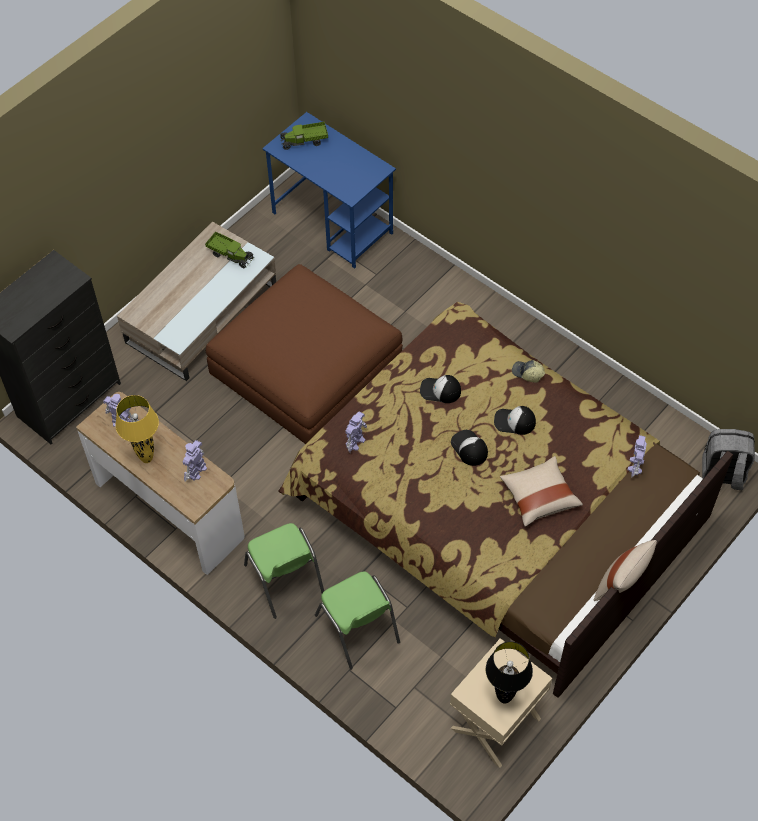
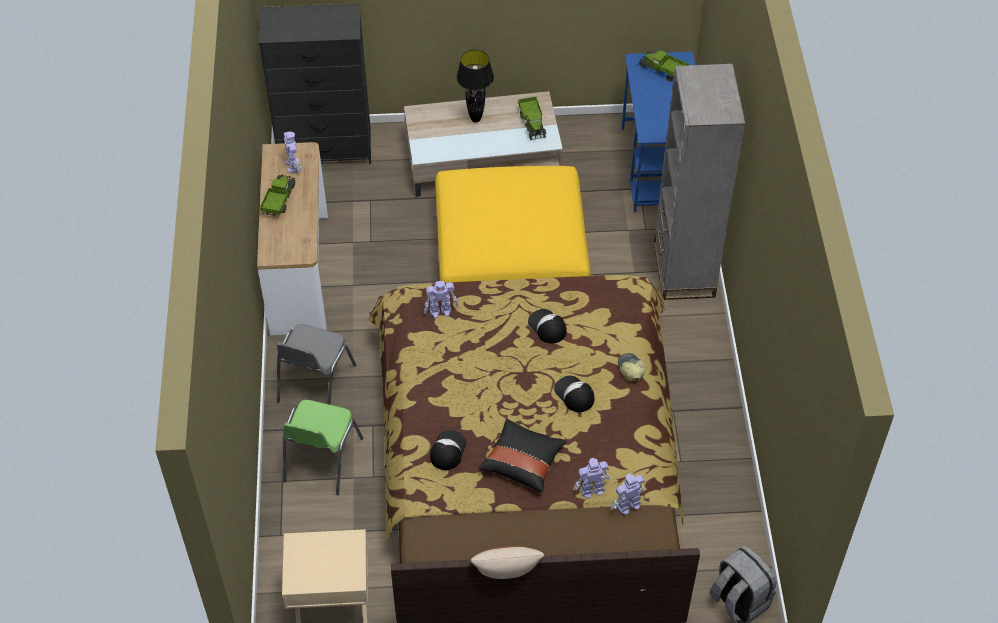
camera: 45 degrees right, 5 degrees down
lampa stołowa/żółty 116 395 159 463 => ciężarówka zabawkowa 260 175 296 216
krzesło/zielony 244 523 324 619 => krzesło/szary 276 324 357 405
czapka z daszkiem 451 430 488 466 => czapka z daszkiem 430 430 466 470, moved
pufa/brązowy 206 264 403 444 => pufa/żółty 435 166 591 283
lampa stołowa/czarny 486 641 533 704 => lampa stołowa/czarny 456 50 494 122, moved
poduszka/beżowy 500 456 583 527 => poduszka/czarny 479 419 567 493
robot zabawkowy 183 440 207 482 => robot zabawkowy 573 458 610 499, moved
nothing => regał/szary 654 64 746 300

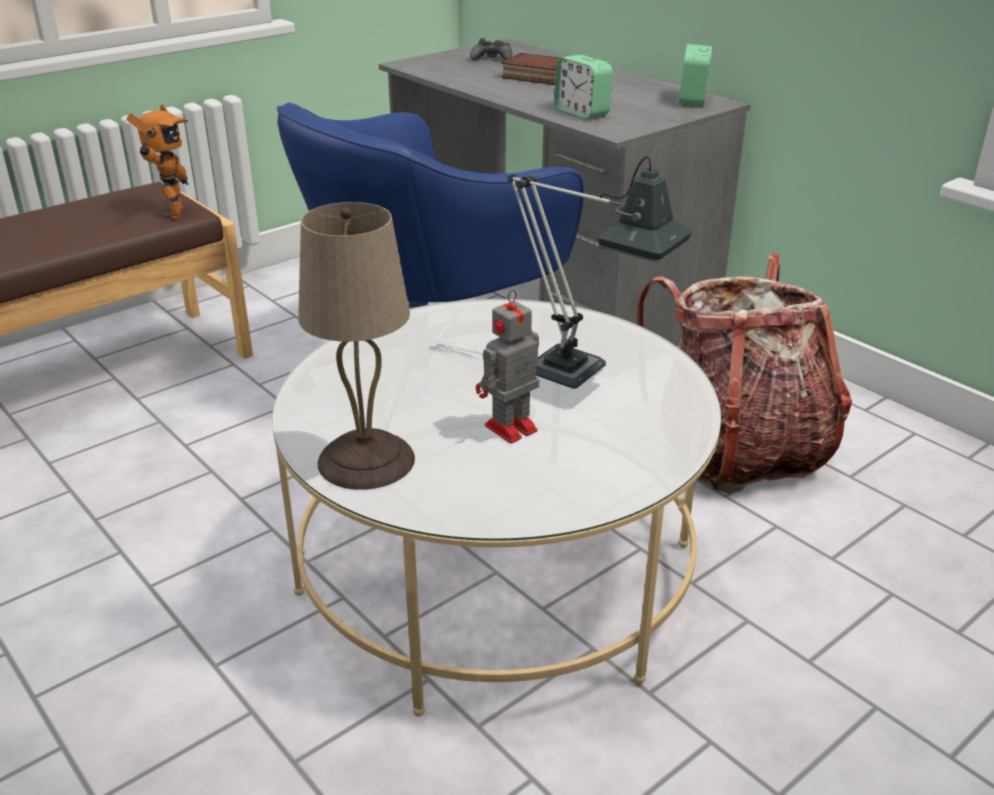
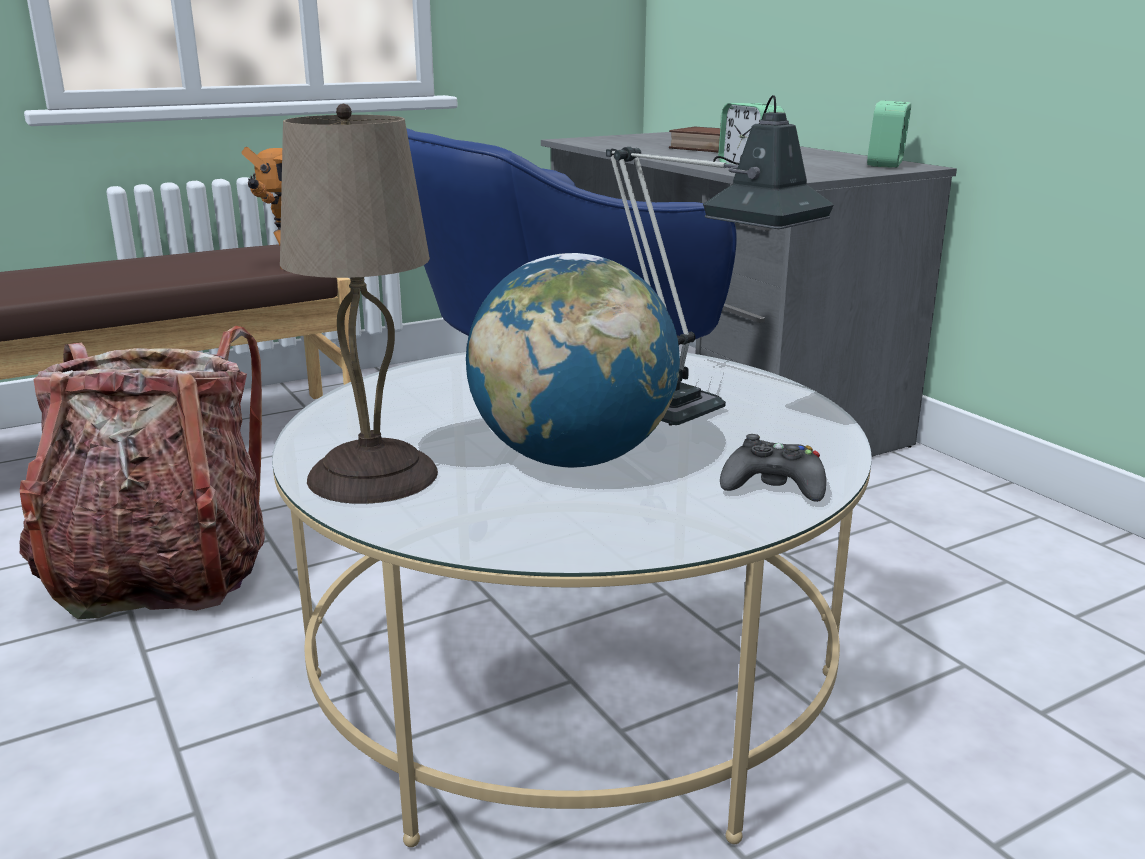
camera: 10 degrees right, 10 degrees down
plecak 637 253 852 494 => plecak 20 326 265 619, moved
robot zabawkowy 476 290 539 443 => globus 466 253 680 468
pad do gier/czarny 470 38 512 60 => pad do gier/czarny 720 434 826 502, moved

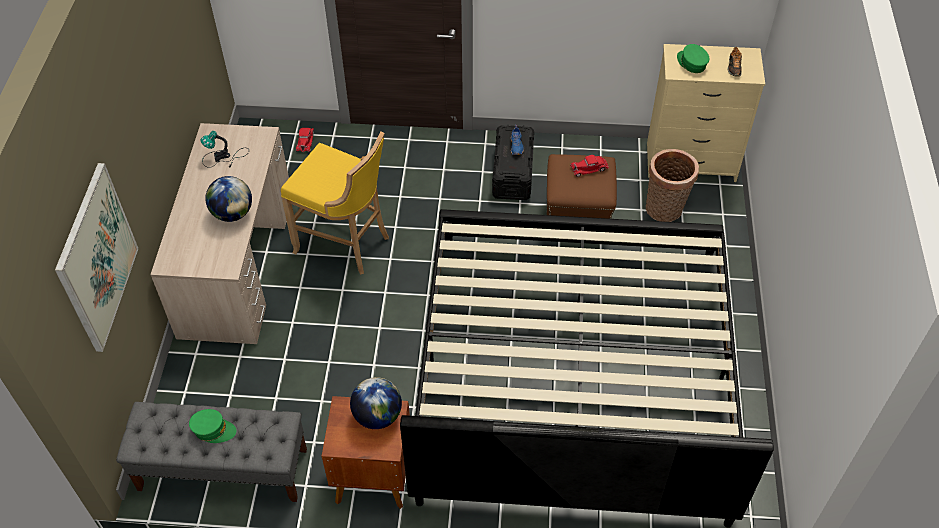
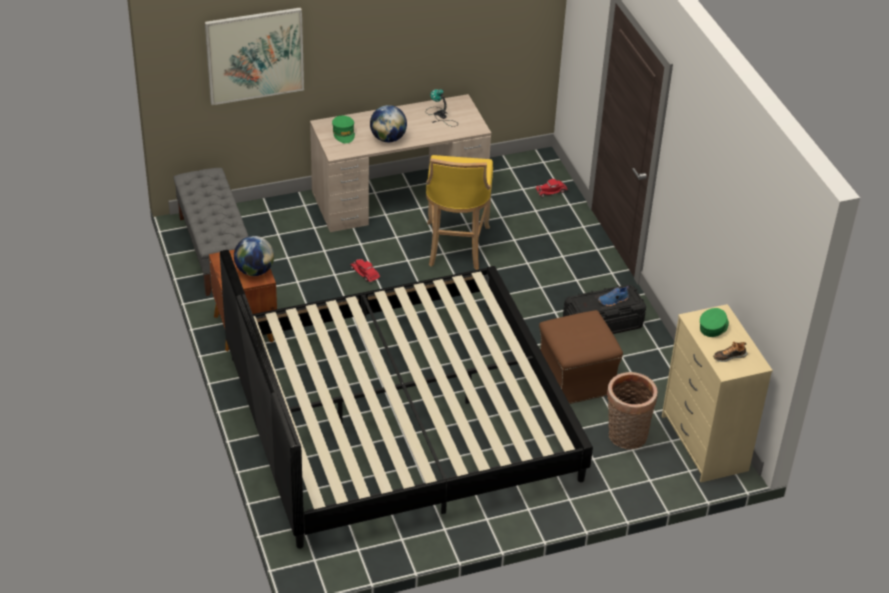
camera: 65 degrees right, 10 degrees down
czapka z daszkiem/zielony 189 409 236 443 => czapka z daszkiem/zielony 332 115 355 143, moved
samochodzik/czerwony 570 155 609 177 => samochodzik/czerwony 350 259 380 282, moved

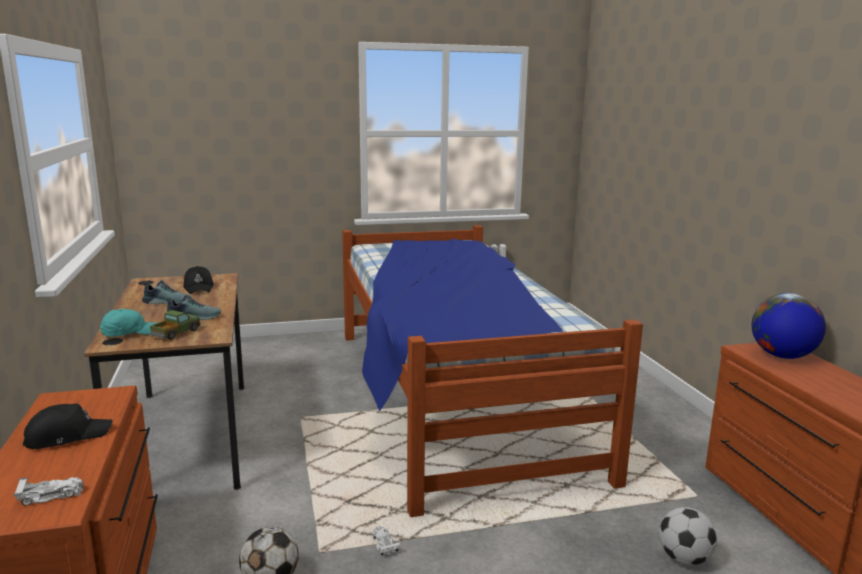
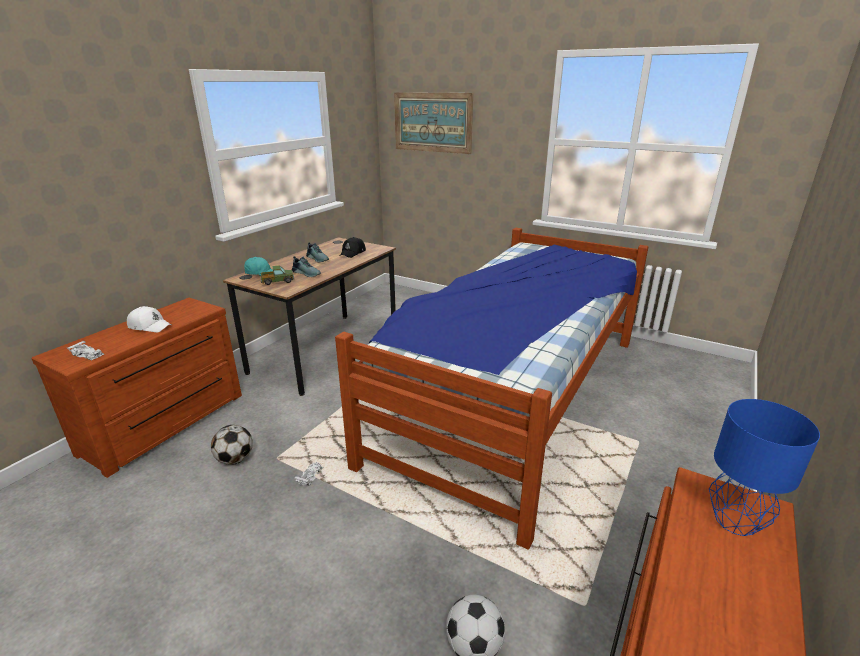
camera: 45 degrees right, 10 degrees up
czapka z daszkiem/czarny 23 404 113 449 => czapka z daszkiem/biały 127 306 171 332
nothing => obraz 394 92 473 154
globus 751 293 826 359 => lampa stołowa/niebieski 709 399 820 536

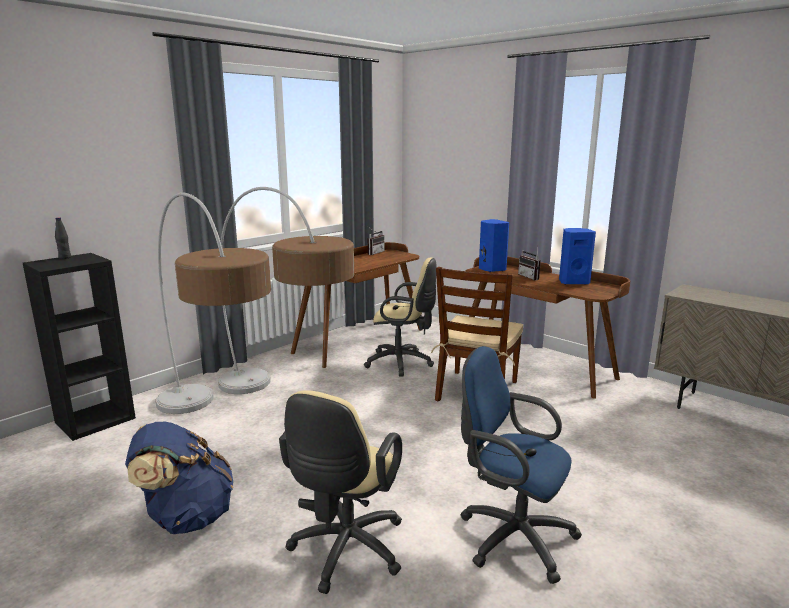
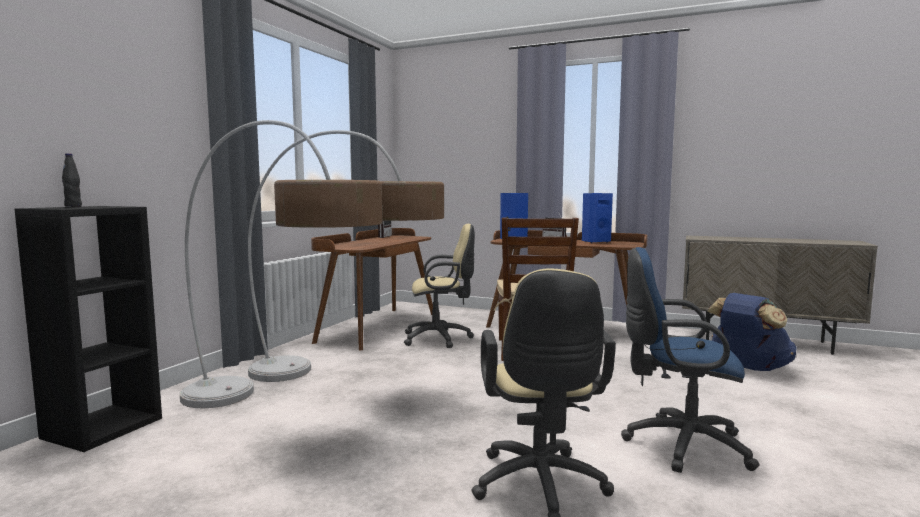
camera: 20 degrees left, 10 degrees down
plecak/niebieski 125 422 233 534 => plecak/niebieski 707 293 797 371, moved

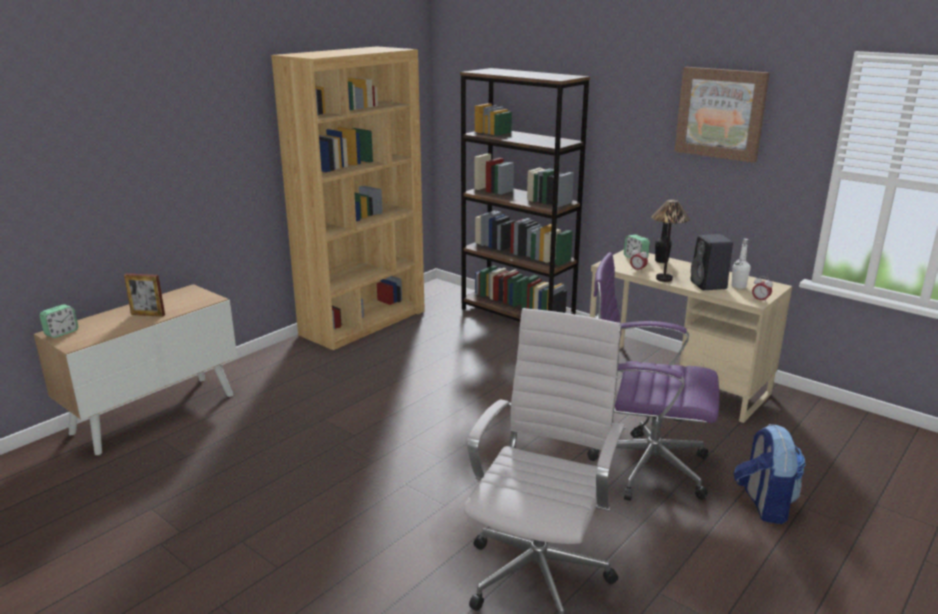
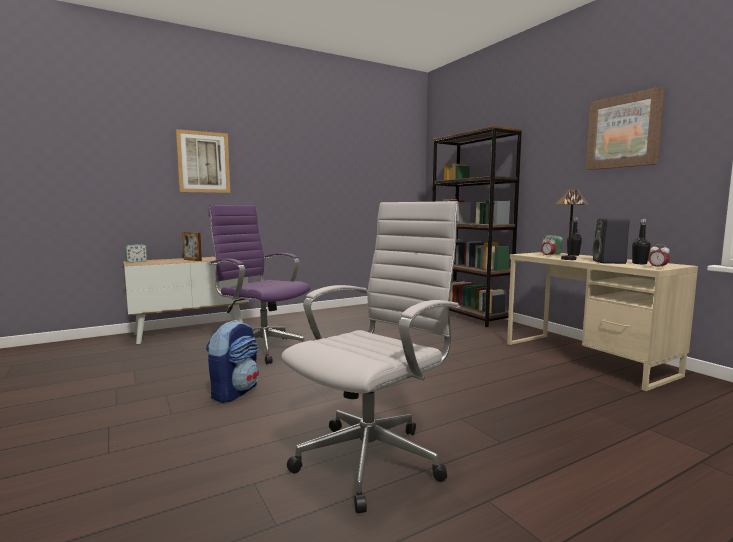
camera: 20 degrees right, 15 degrees down
nothing => obraz 176 129 230 193
plecak 734 424 806 524 => plecak 206 320 259 403, moved
krzesło biurowe/fioletowy 587 252 720 501 => krzesło biurowe/fioletowy 209 205 310 364, moved
butelka/biały 732 238 751 289 => butelka/czarny 632 219 651 264
regał/brązowy 271 47 425 350 => nothing

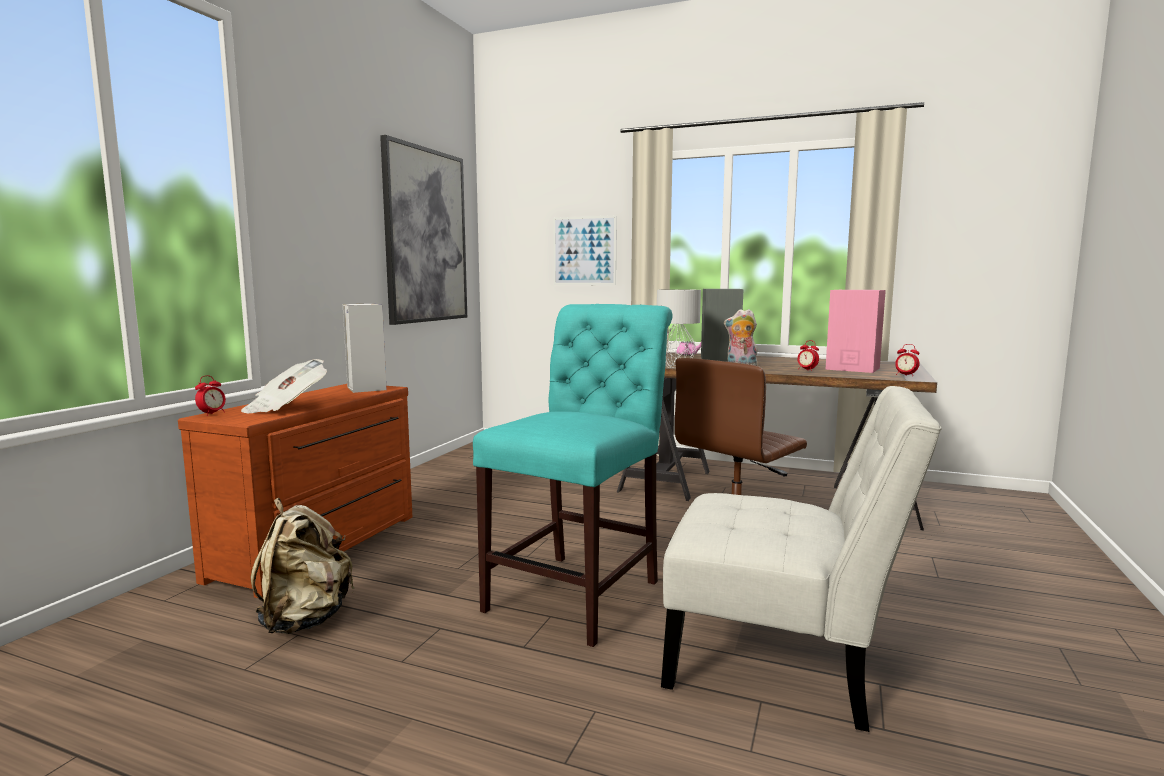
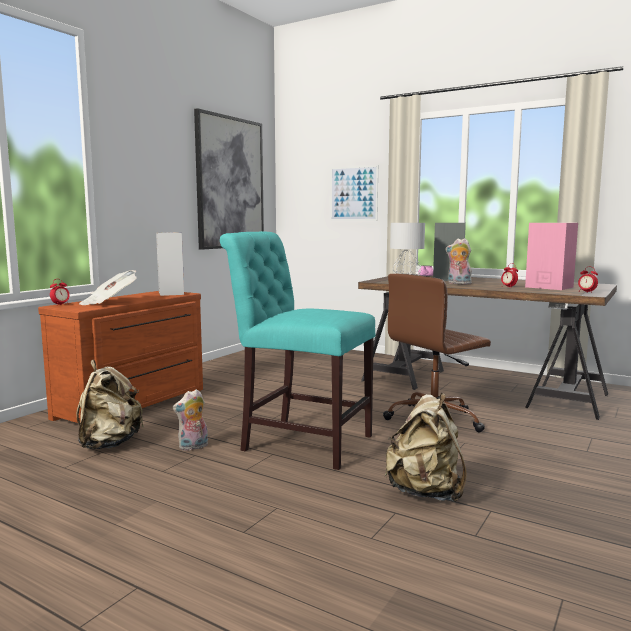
camera: 10 degrees right, 0 degrees up
nothing => pluszak 173 389 208 451
krzesło/turkusowy 473 304 672 647 => krzesło/turkusowy 220 231 376 470, 105 degrees counterclockwise
krzesło/biały 661 386 942 732 => plecak/beżowy 385 393 467 502

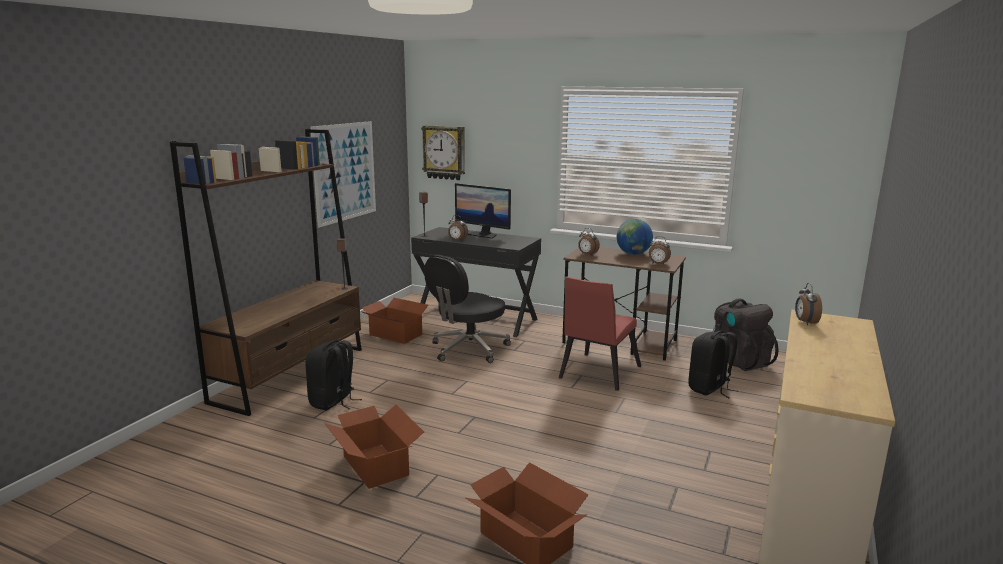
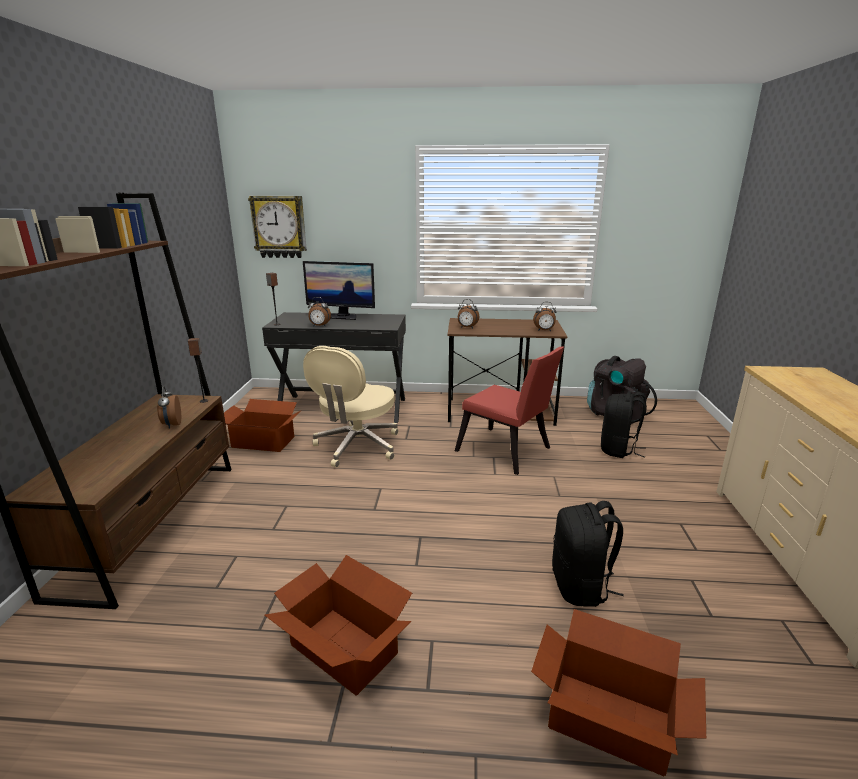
camera: 20 degrees left, 5 degrees up
budzik 795 283 822 325 => budzik 157 386 181 428, moved
krzesło biurowe/czarny 424 255 511 363 => krzesło biurowe/beżowy 303 346 399 468
krzesło/czerwony 559 277 641 391 => krzesło/czerwony 455 347 564 475, 60 degrees counterclockwise
plecak/czarny 305 340 362 411 => plecak/czarny 552 501 623 607, moved
obraz 310 121 376 228 => nothing
globus 617 219 653 255 => nothing

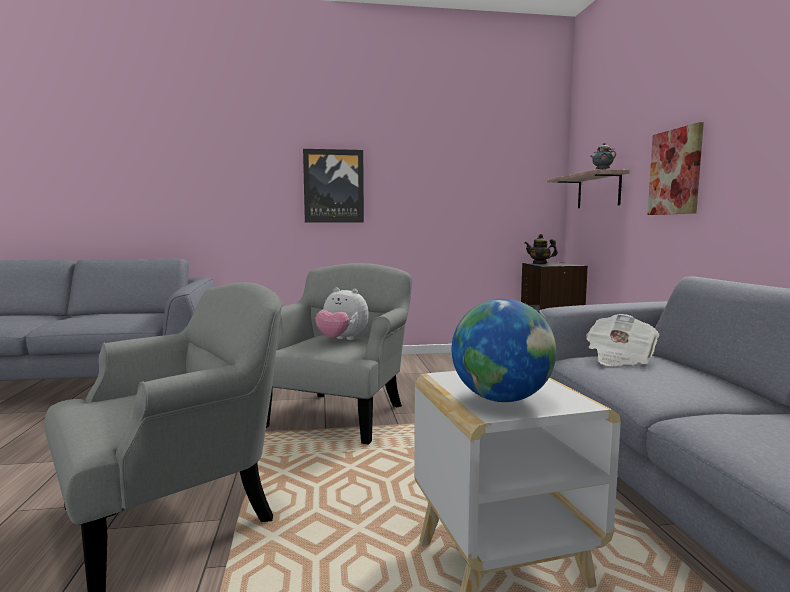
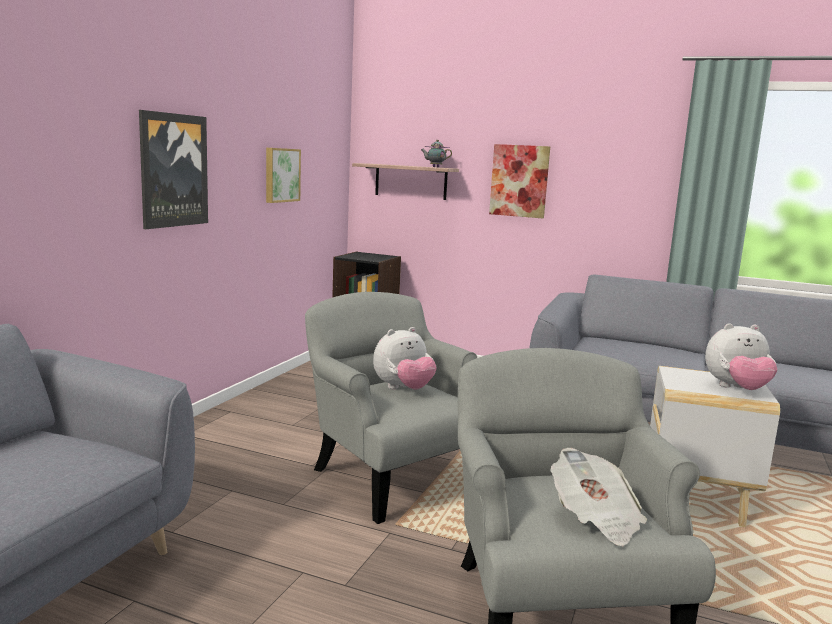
camera: 60 degrees left, 5 degrees up
nothing => obraz 266 148 301 203
gazeta 586 314 659 366 => gazeta 551 448 647 546, moved
globus 452 299 556 402 => pluszak 705 323 777 390
imbryk 525 234 558 264 => nothing

